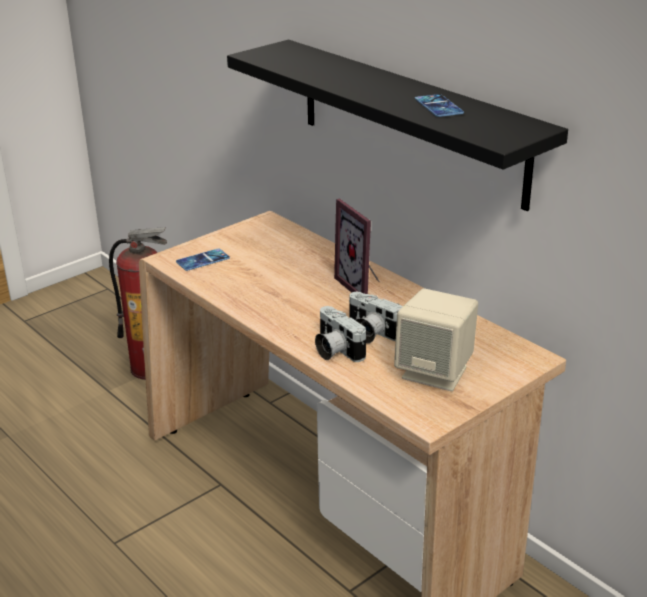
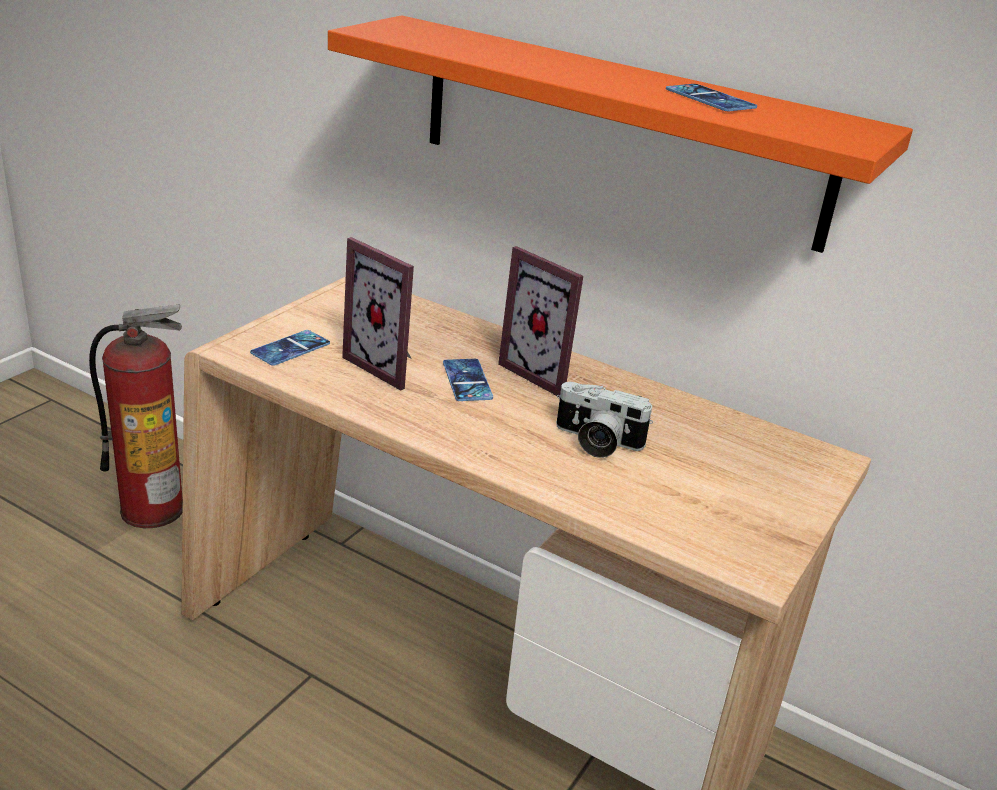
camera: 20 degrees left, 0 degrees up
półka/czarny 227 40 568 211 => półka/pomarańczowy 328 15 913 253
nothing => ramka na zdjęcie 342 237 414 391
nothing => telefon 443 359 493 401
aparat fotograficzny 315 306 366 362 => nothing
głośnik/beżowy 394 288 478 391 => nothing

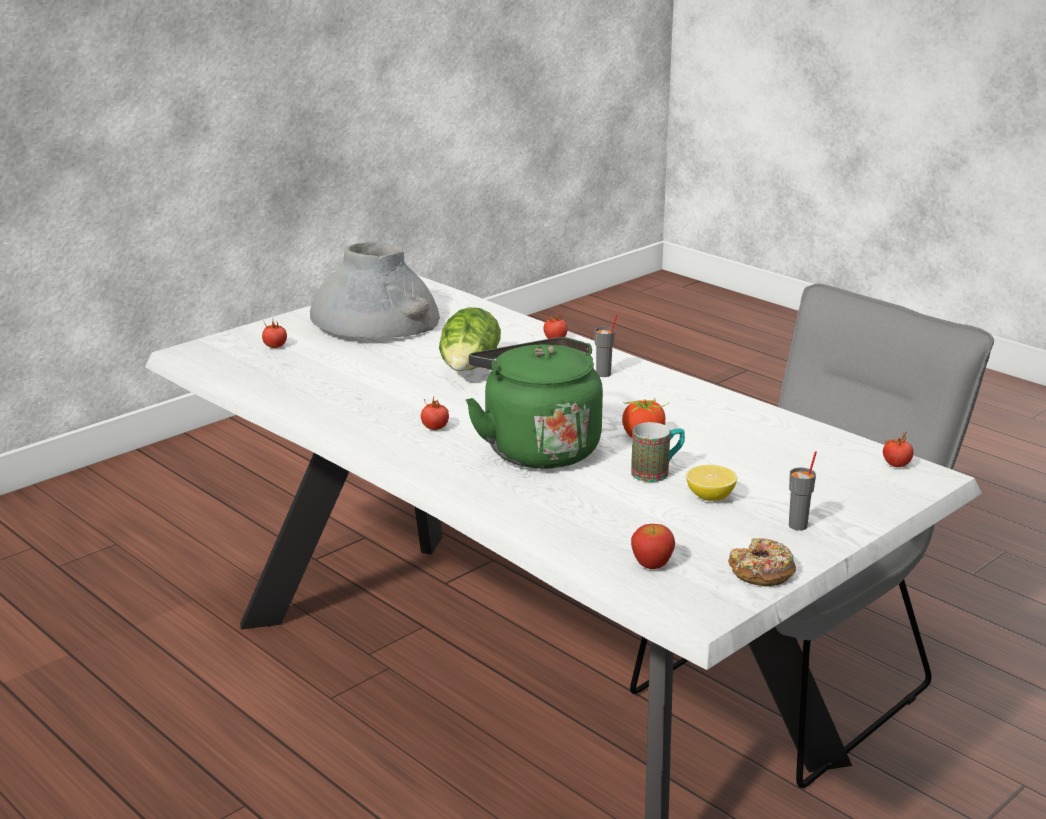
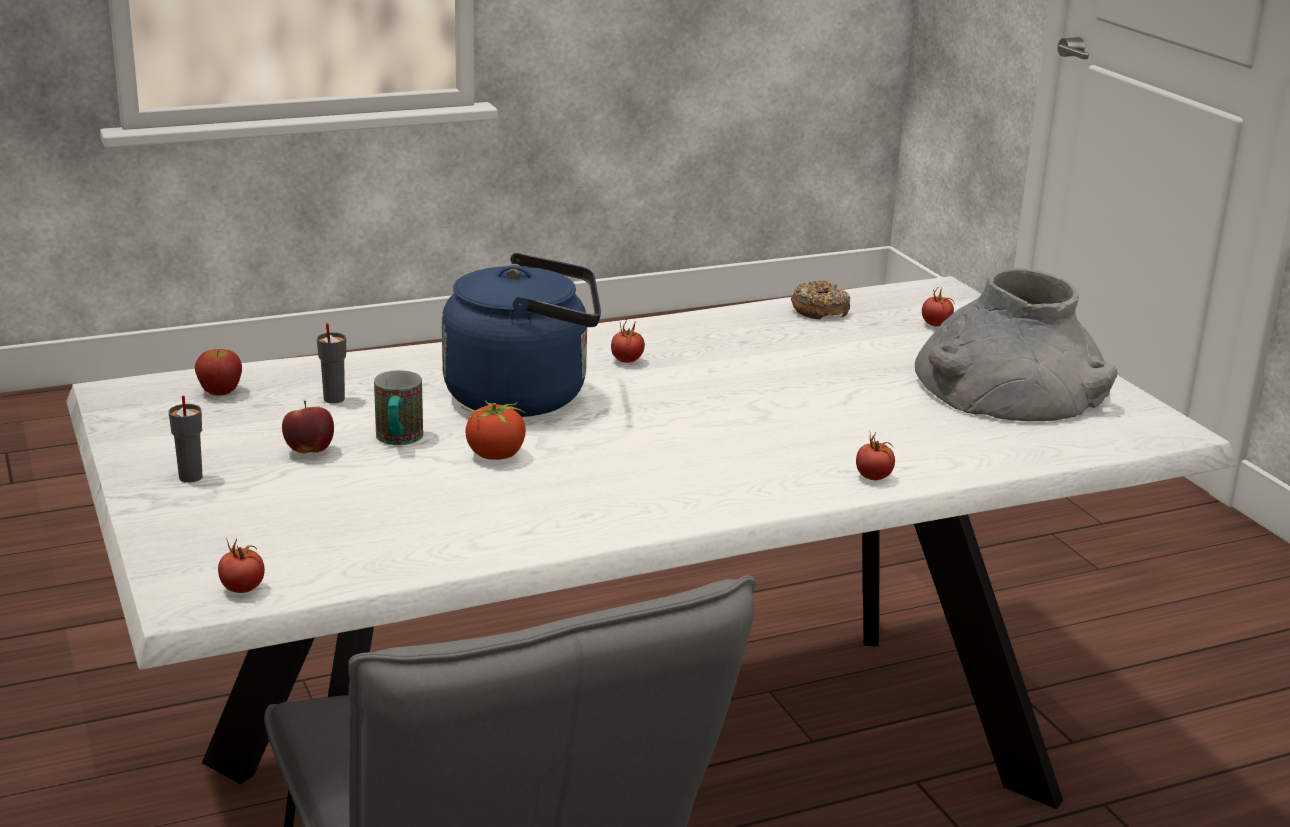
camera: 110 degrees right, 0 degrees up
cytryna 686 465 737 501 => jabłko 282 401 334 453
filiżanka/szary 595 314 618 377 => filiżanka/szary 317 323 346 404, moved
czajnik/zielony 466 337 603 469 => czajnik/niebieski 442 253 601 417
donut 728 538 796 586 => donut 791 280 850 320, moved
sałata 439 307 501 371 => nothing

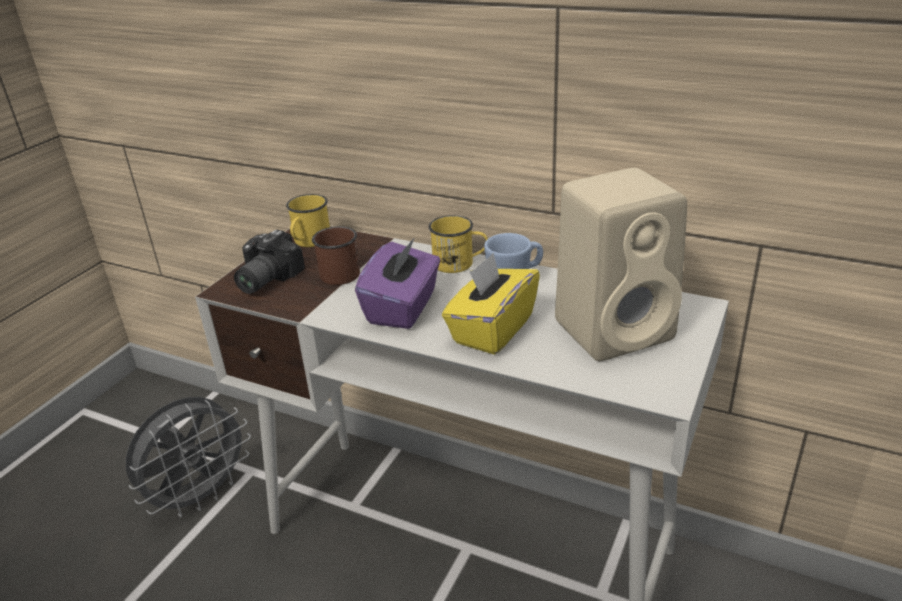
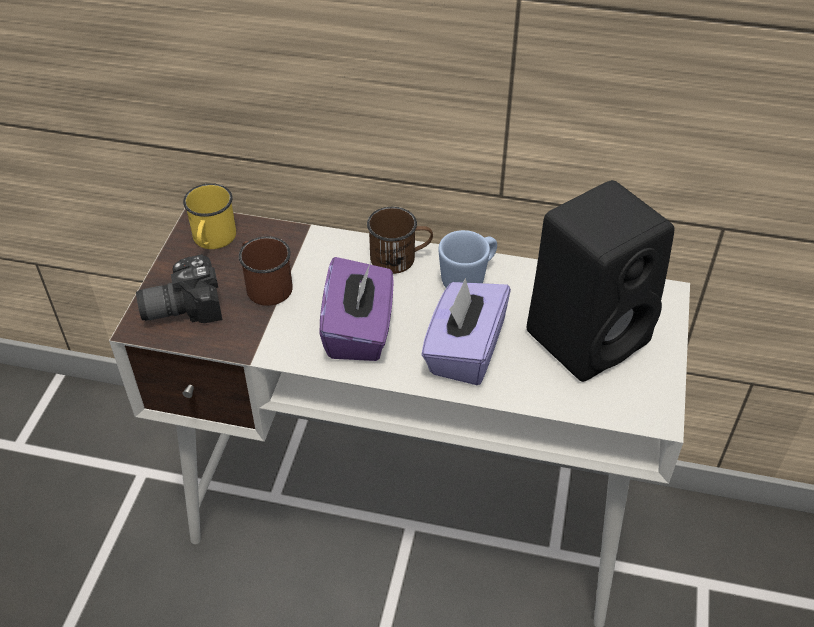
camera: 15 degrees left, 15 degrees up
aparat fotograficzny 234 230 305 294 => aparat fotograficzny 136 254 222 323, 60 degrees clockwise
kubek/żółty 429 215 488 273 => kubek/brązowy 367 207 433 274
pudełko chusteczek/żółty 442 253 540 355 => pudełko chusteczek/fioletowy 421 278 511 385
głośnik/beżowy 555 168 687 362 => głośnik/czarny 527 180 674 382
wentylator/szary 126 397 251 517 => nothing

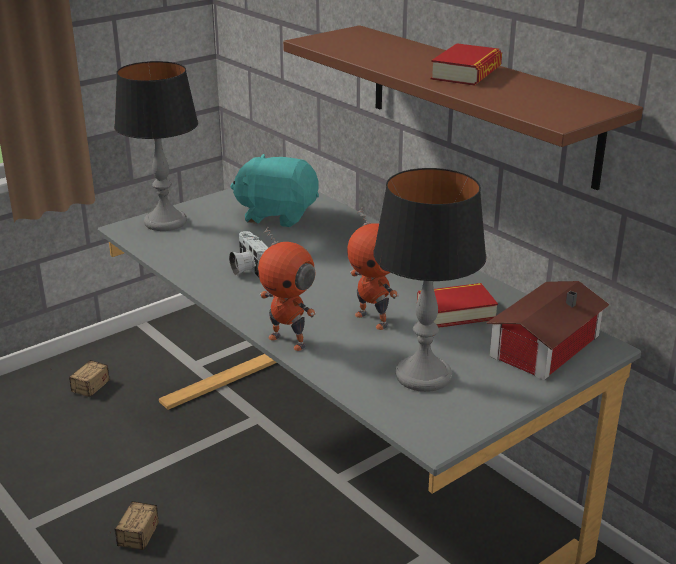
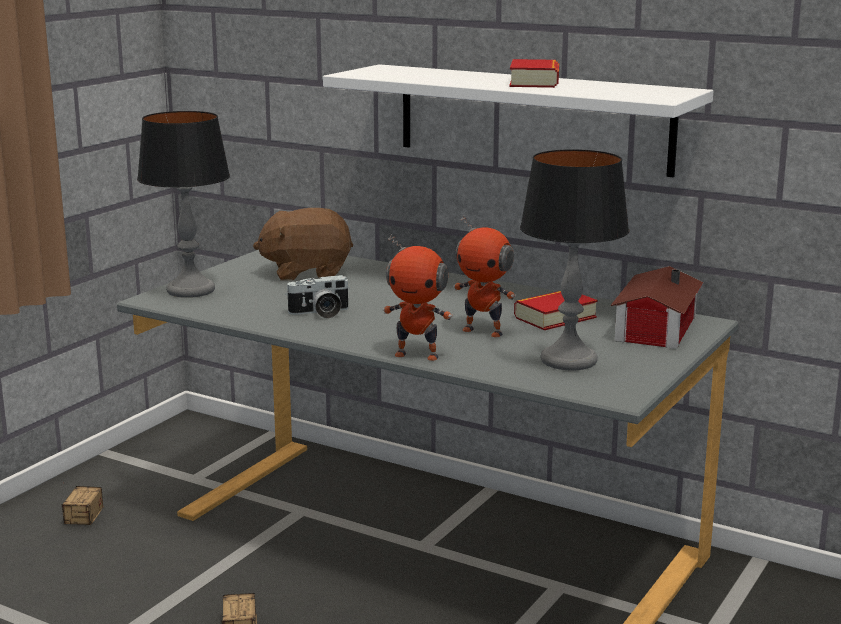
camera: 20 degrees left, 10 degrees down
pluszak/turkusowy 230 154 319 227 => pluszak/brązowy 253 208 353 281
aparat fotograficzny 229 231 269 279 => aparat fotograficzny 285 275 350 318, 60 degrees counterclockwise
półka/brązowy 283 25 643 190 => półka/biały 323 64 713 178

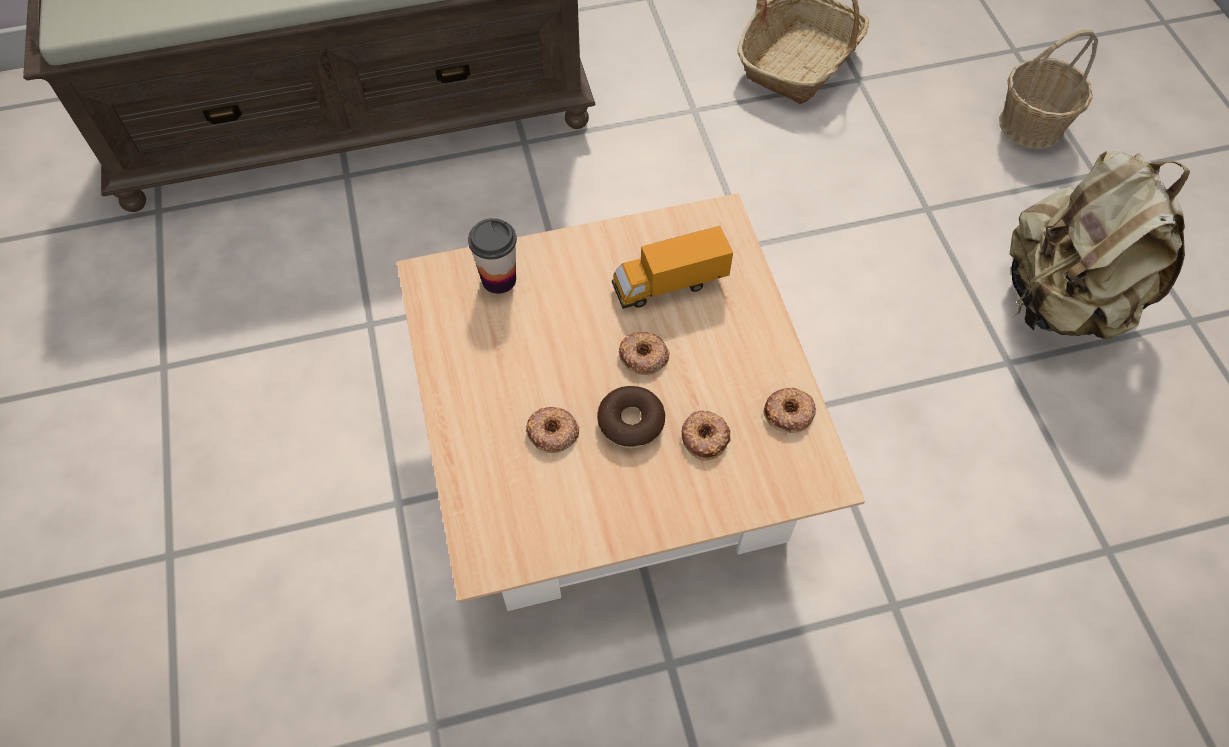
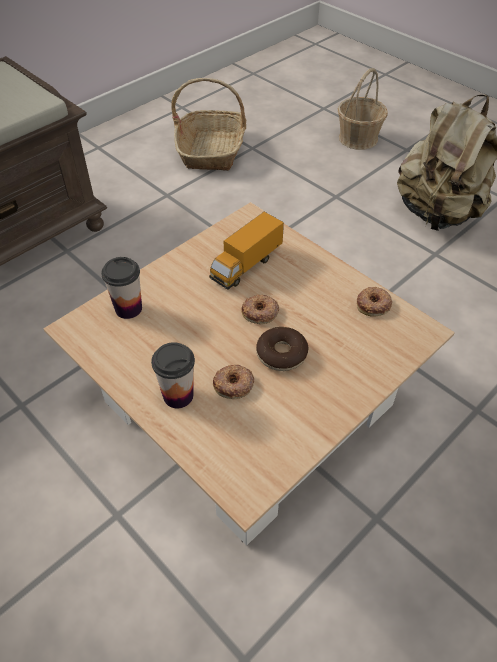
camera: 30 degrees left, 10 degrees down
nothing => filiżanka 151 342 195 408
donut 681 410 731 460 => nothing

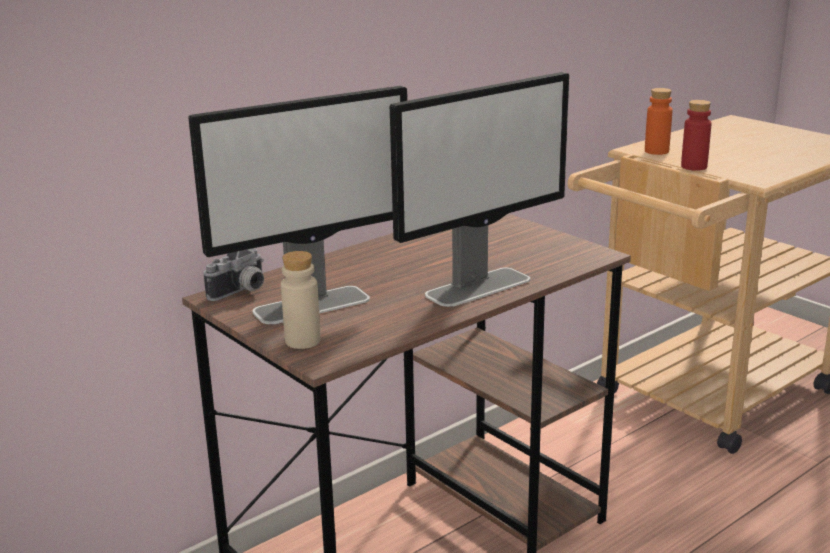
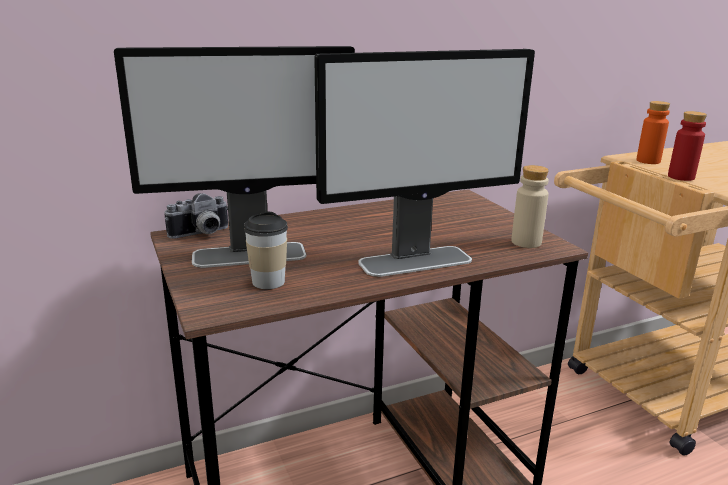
camera: 15 degrees right, 0 degrees up
nothing => filiżanka 244 212 288 289
butelka/beżowy 281 251 321 349 => butelka/beżowy 511 165 549 248, moved

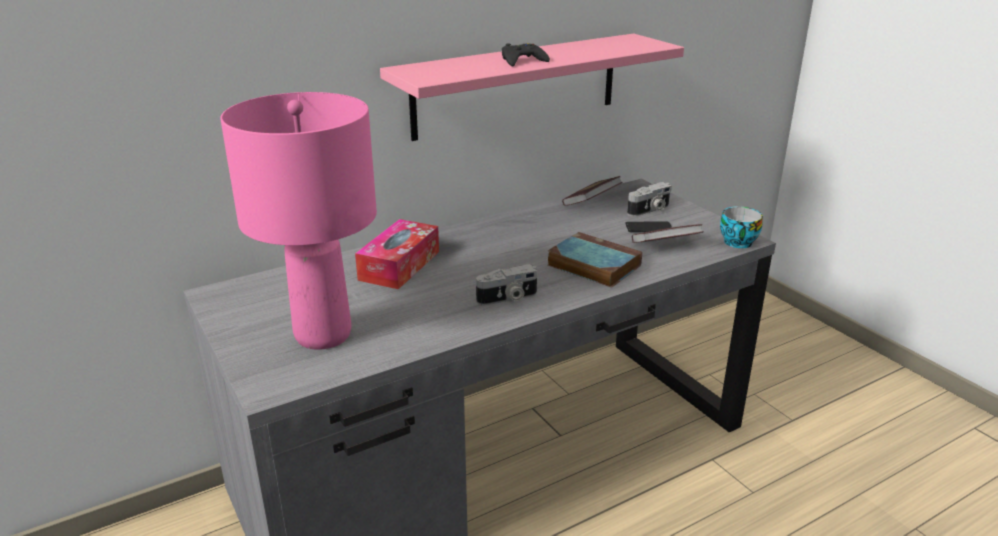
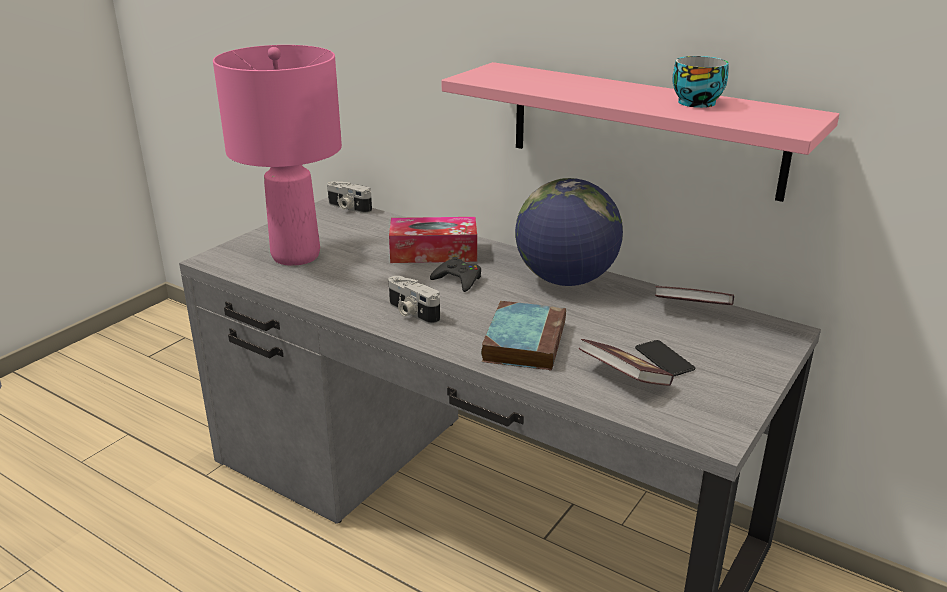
camera: 65 degrees right, 0 degrees up
aparat fotograficzny 627 182 672 216 => aparat fotograficzny 327 181 372 214, moved
pad do gier/czarny 502 43 550 66 => pad do gier/czarny 430 257 481 292, moved
nothing => globus 515 178 623 286
filiżanka 720 206 763 248 => filiżanka 672 56 729 108, moved

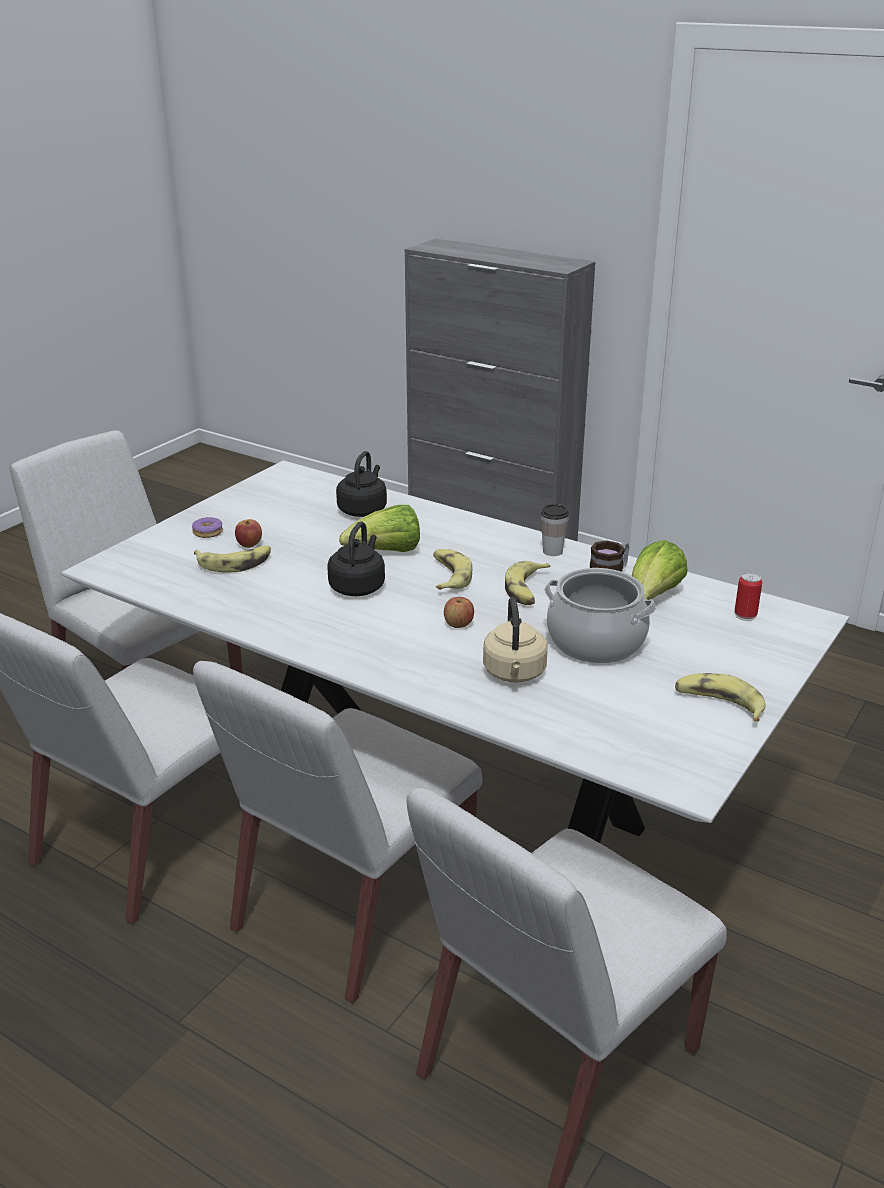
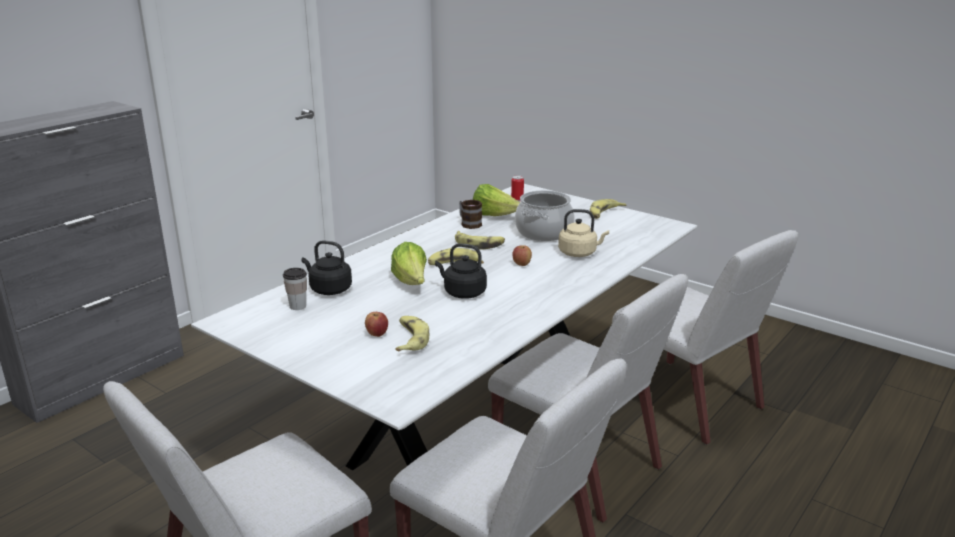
camera: 85 degrees left, 5 degrees down
filiżanka 541 504 569 556 => filiżanka 283 268 307 310, moved
donut 192 517 223 538 => nothing

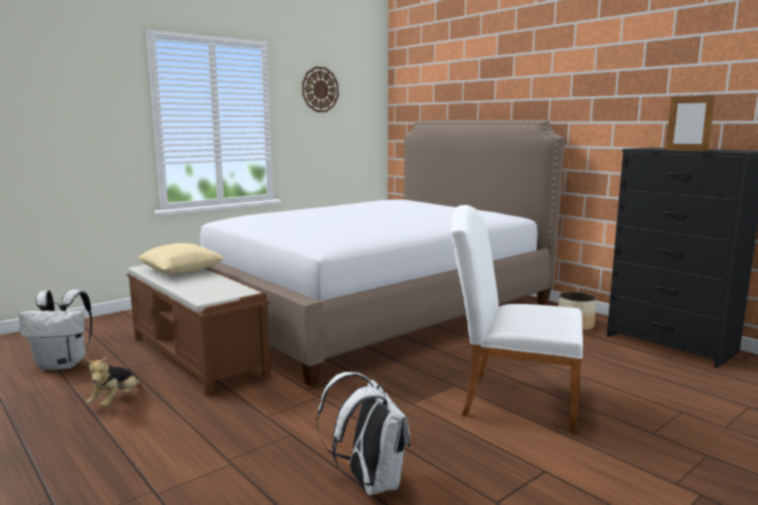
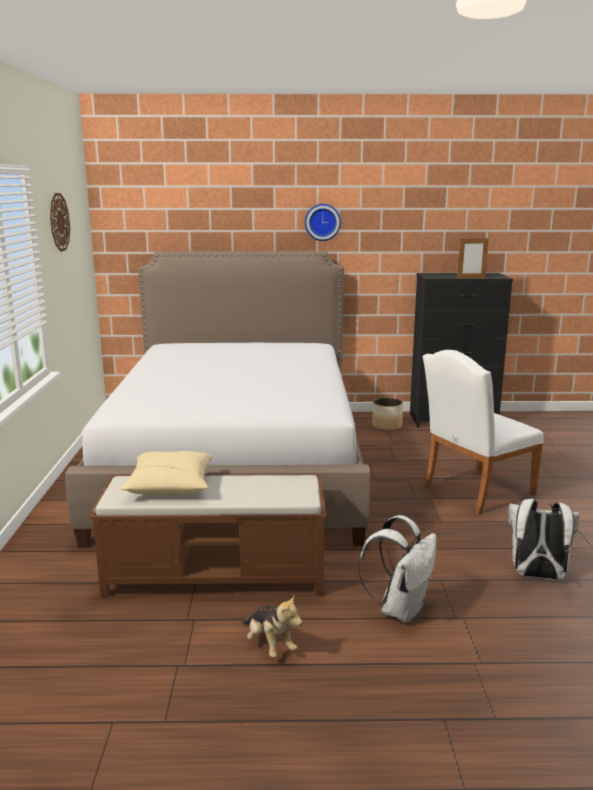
camera: 50 degrees left, 5 degrees up
nothing => zegar ścienny 305 204 341 241
plecak/biały 19 289 92 370 => plecak/biały 358 515 436 623, moved

